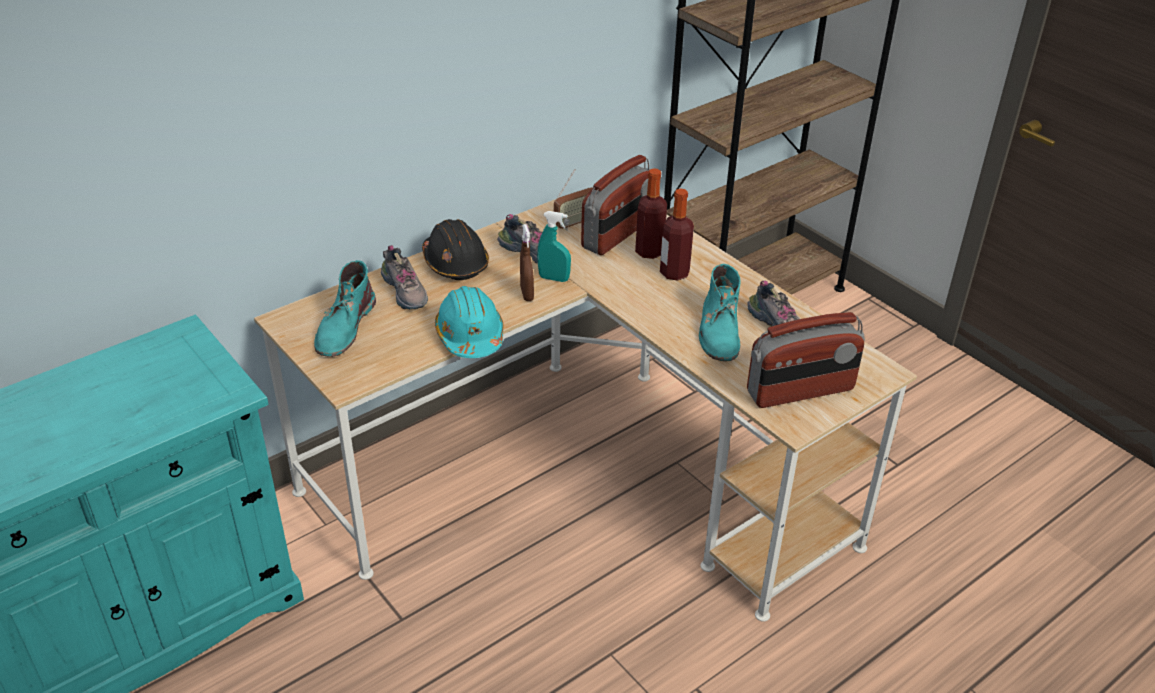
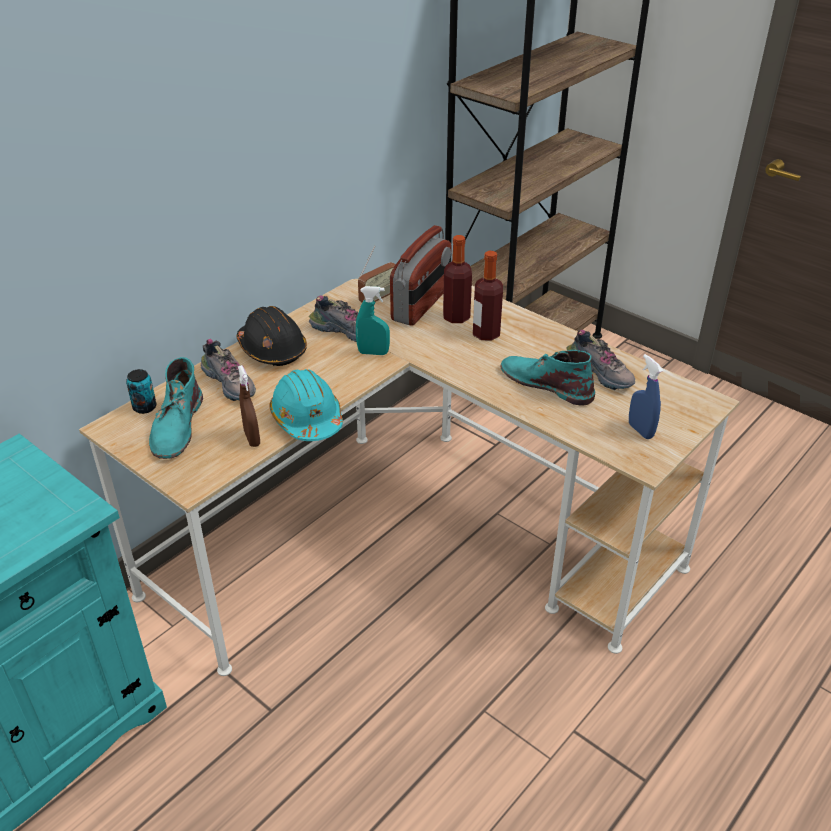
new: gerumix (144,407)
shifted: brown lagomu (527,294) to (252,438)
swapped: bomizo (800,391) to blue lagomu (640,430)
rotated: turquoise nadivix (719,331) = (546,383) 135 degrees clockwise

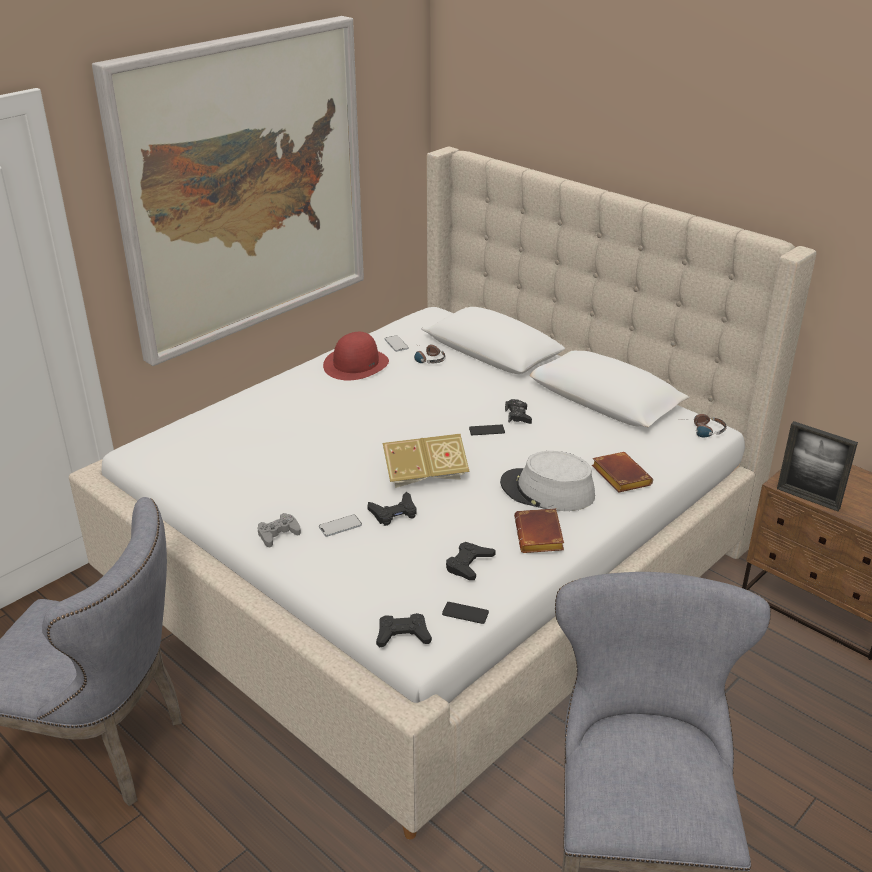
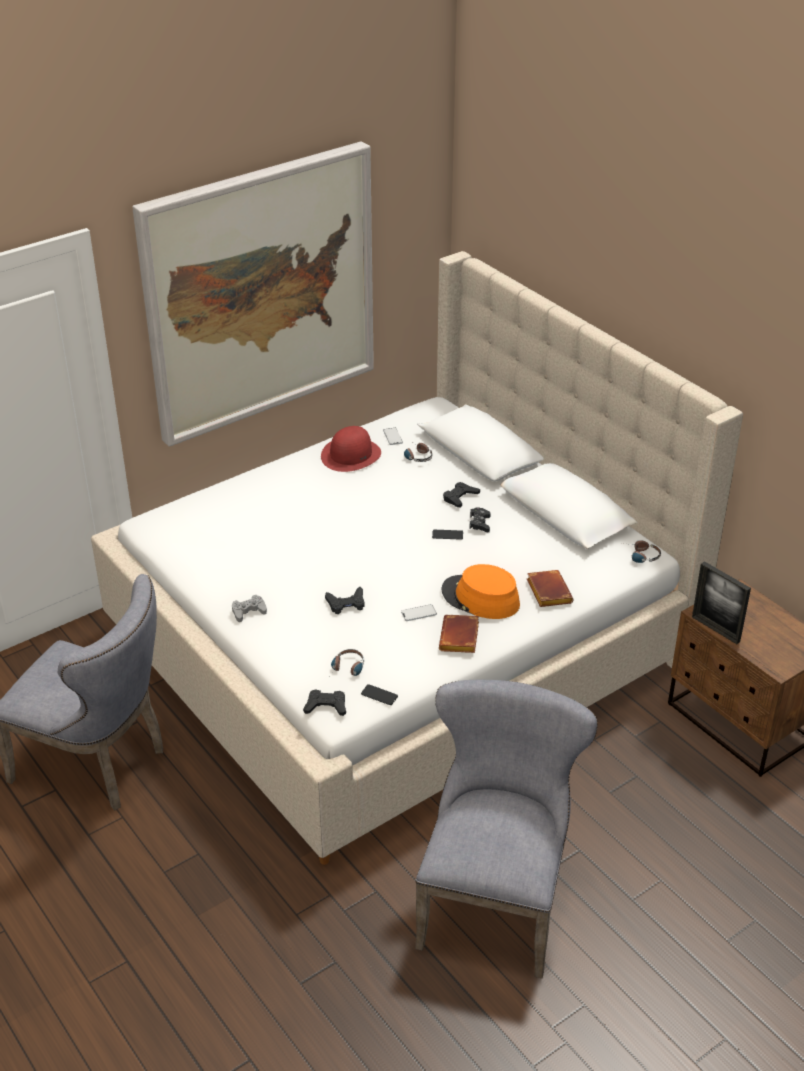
gone: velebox (425,475)
new: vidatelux (347,670)
shifted: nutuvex (340,526) to (418,613); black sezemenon (469,564) to (460,497)
repainted: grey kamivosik (547,491) to orange kamivosik (480,598)

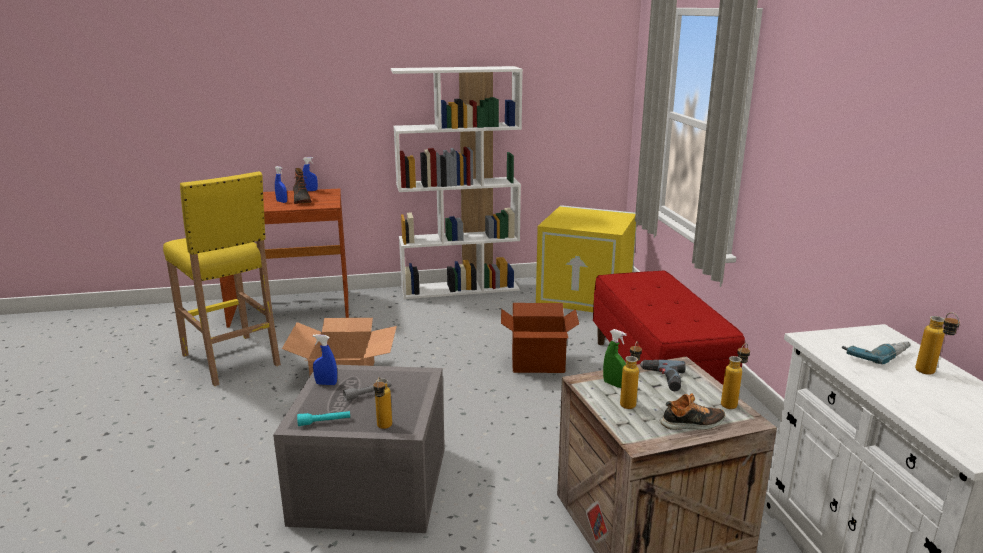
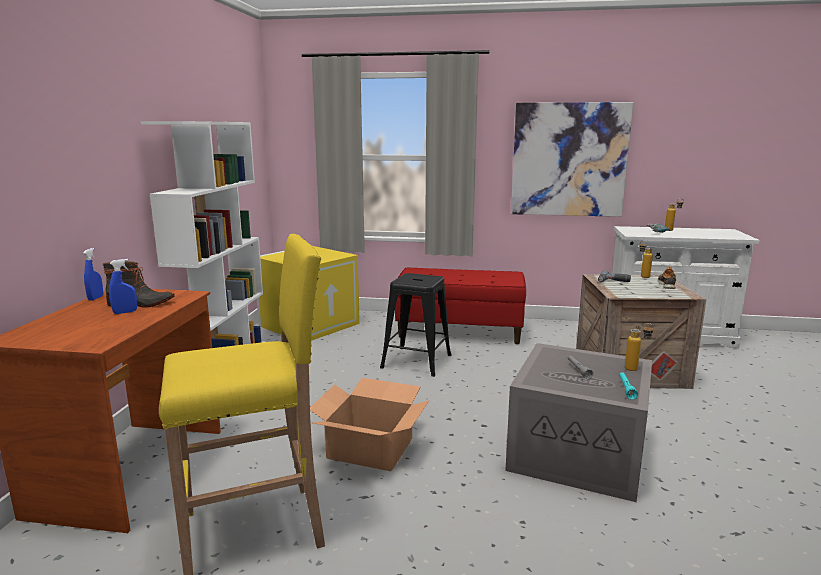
gone: blue lagomu (326,383); green lagomu (613,384); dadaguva (629,402)
new: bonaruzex (569,160)
swapped: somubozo (538,364) to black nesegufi (416,361)

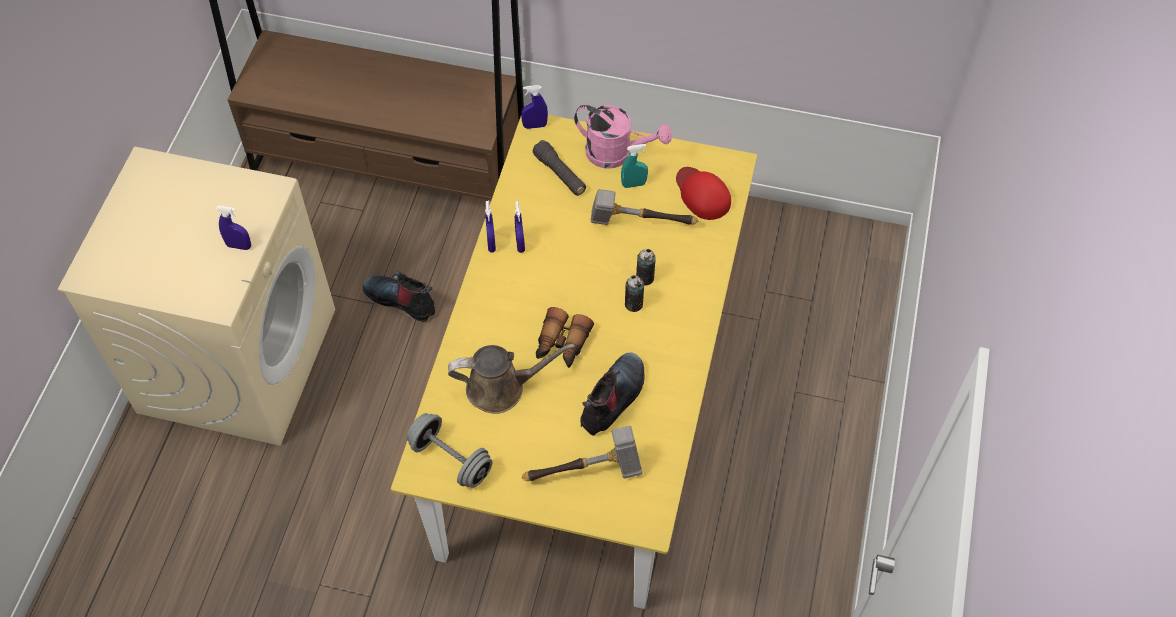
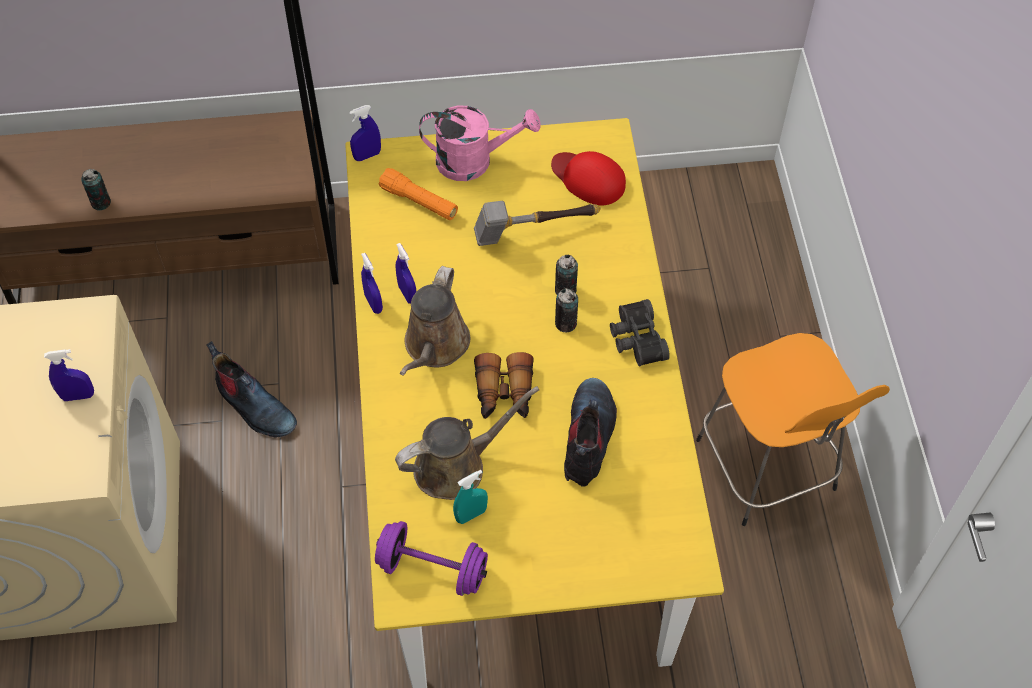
gone: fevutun (586,473)
new: gerumix (101,203); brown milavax (435,346); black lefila (635,339); orange nesegufi (768,469)
shifted: turquoise lagomu (634,184) to (471,514)
repainted: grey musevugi (451,459) to purple musevugi (432,568); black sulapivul (560,174) to orange sulapivul (419,202)
rotated: nadivix (401,300) = (254,407) 150 degrees counterclockwise

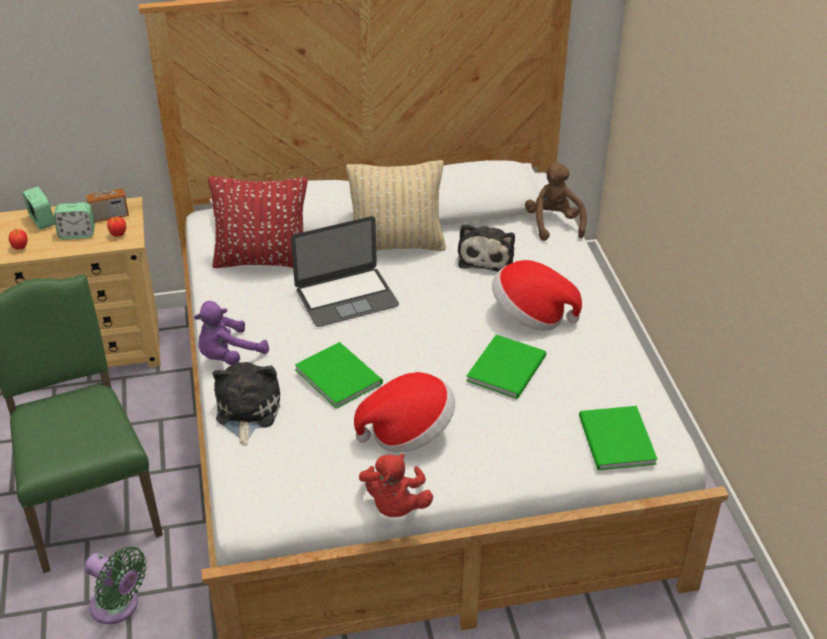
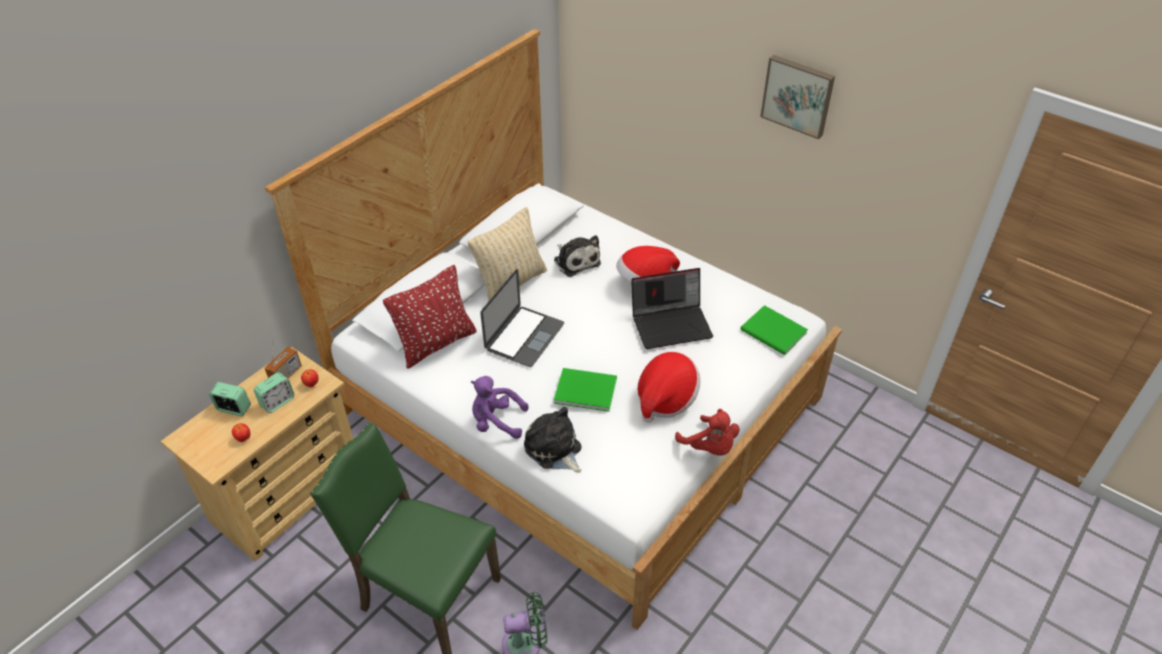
gone: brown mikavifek (553,224)
new: bonaruzex (798,95)
swapped: green velebox (509,367) to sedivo (671,324)
rotated: purple mikavifek (228,356) = (496,421) 90 degrees clockwise

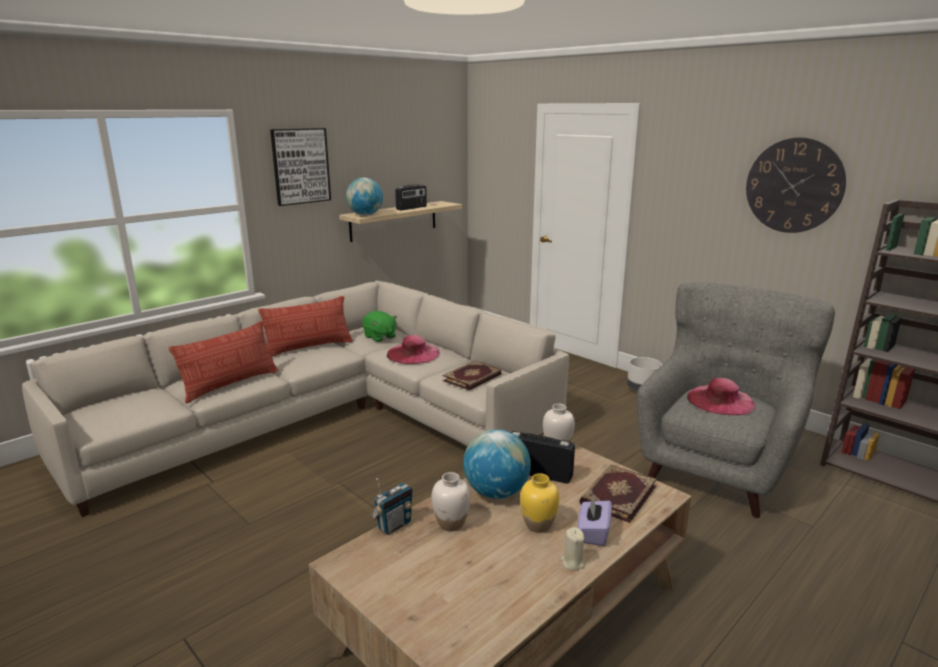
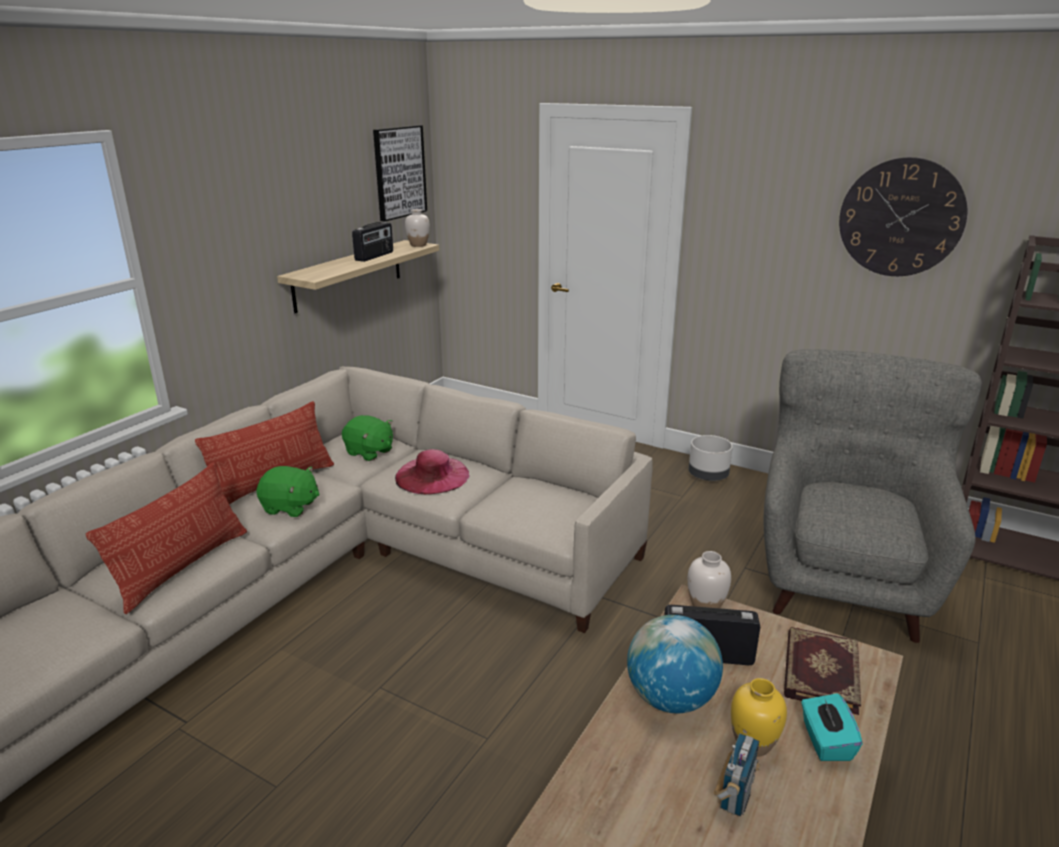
gone: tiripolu (365,215); velebox (473,378); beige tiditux (572,563); pink kamivosik (720,400)
new: green mikavifek (290,507)
shifted: bonaruzex (300,166) to (399,172); bomizo (394,525) to (734,796); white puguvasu (451,524) to (418,245)
repainted: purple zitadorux (593,533) to turquoise zitadorux (825,741)

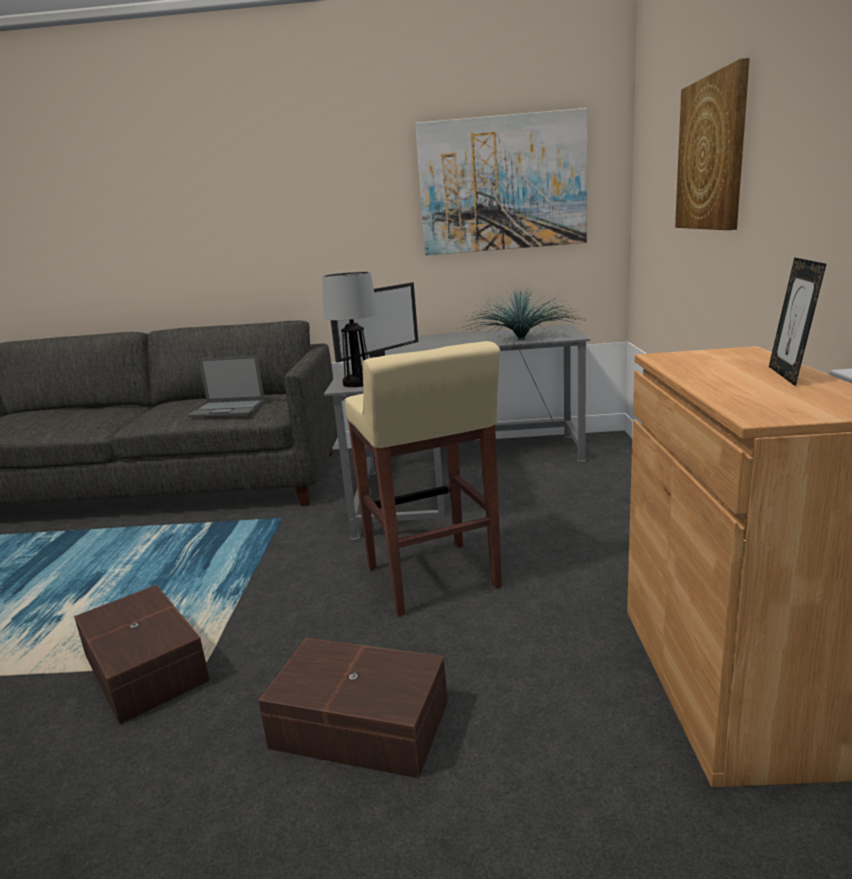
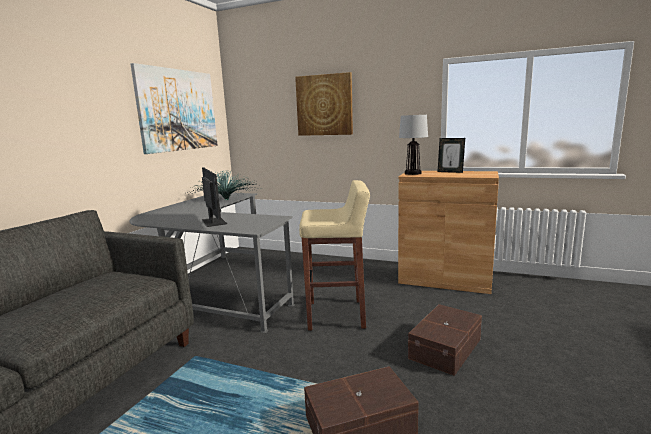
gone: sedivo (228,409)
shifted: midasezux (359,383) to (413,173)

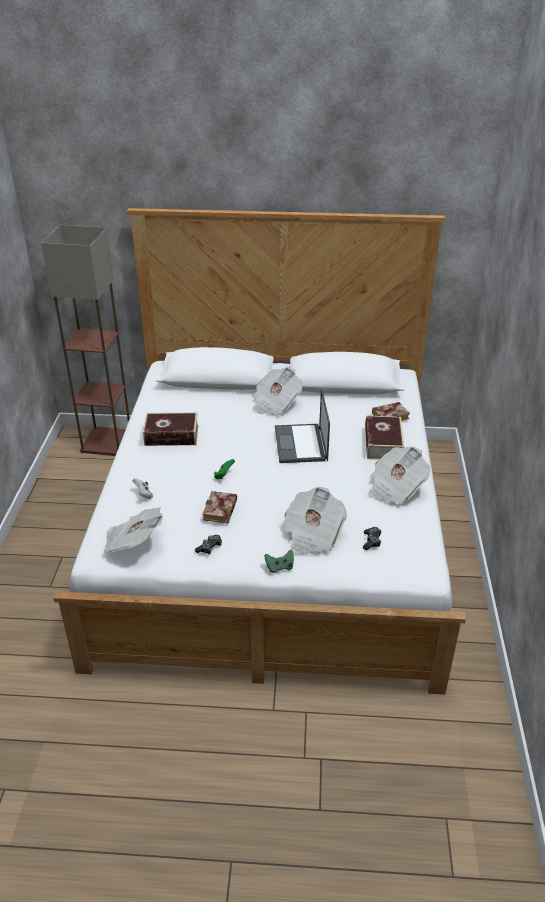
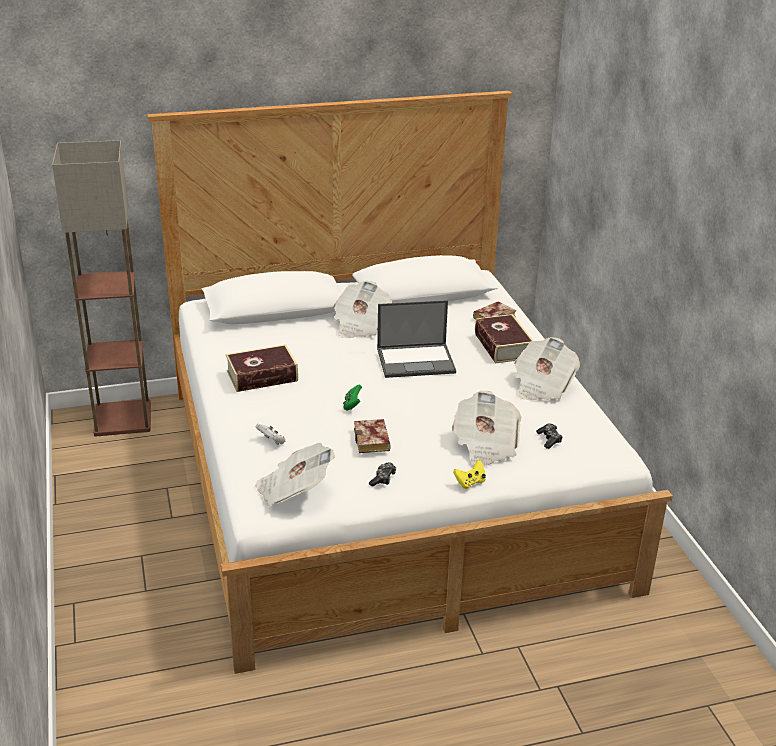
repainted: green sezemenon (279,567) to yellow sezemenon (470,482)
rotated: sedivo (301,444) = (417,360) 75 degrees counterclockwise

